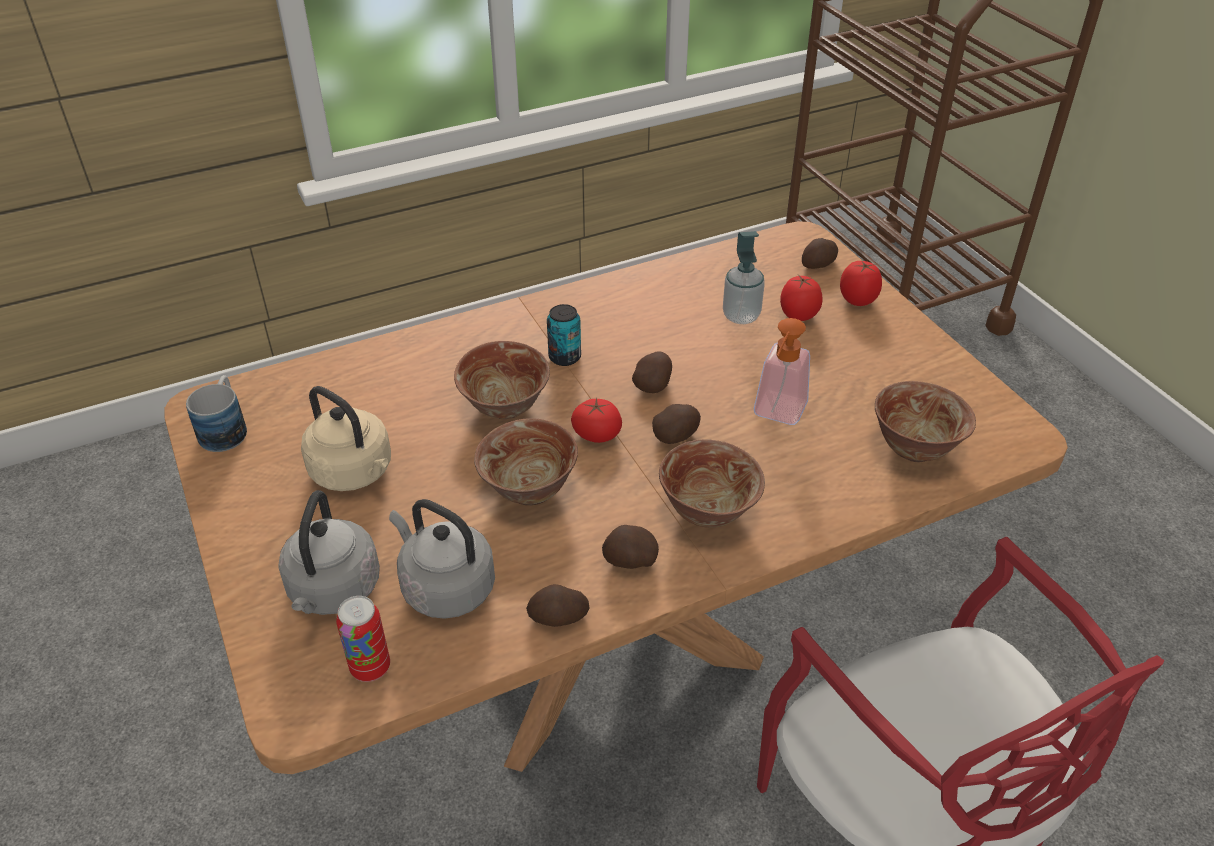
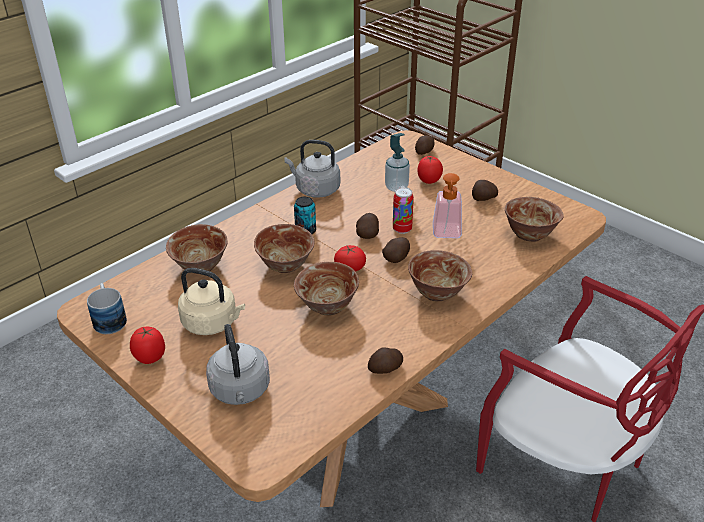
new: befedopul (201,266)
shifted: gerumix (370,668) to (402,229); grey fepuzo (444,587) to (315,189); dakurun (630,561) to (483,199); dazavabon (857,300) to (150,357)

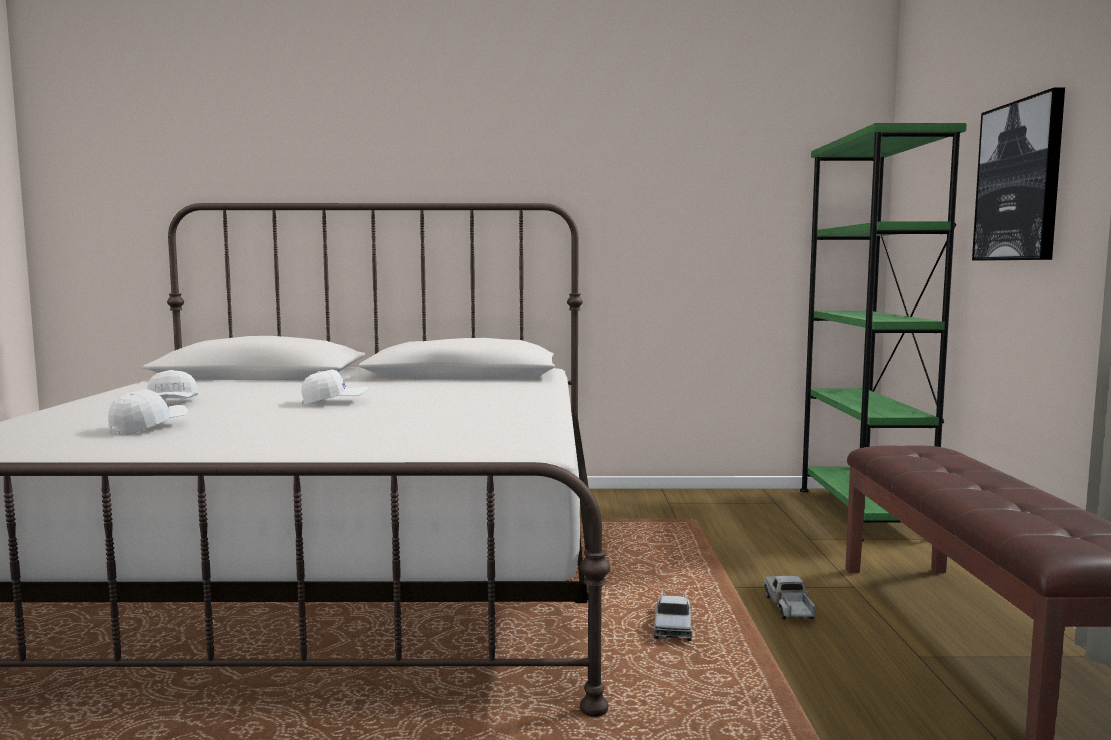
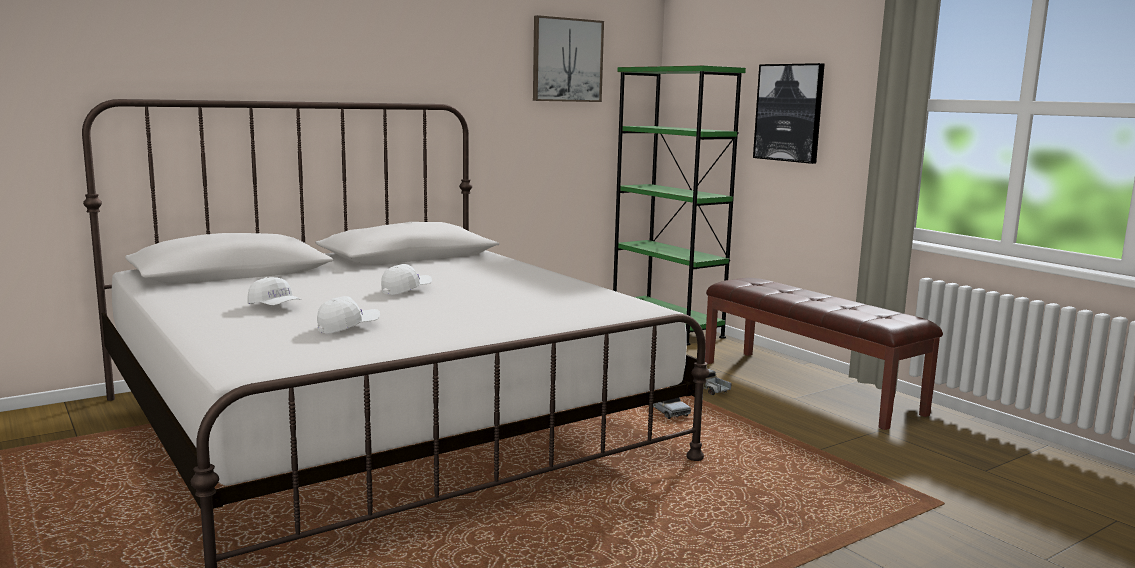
new: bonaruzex (567,60)
rotated: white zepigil (149,427) = (348,327) 60 degrees clockwise

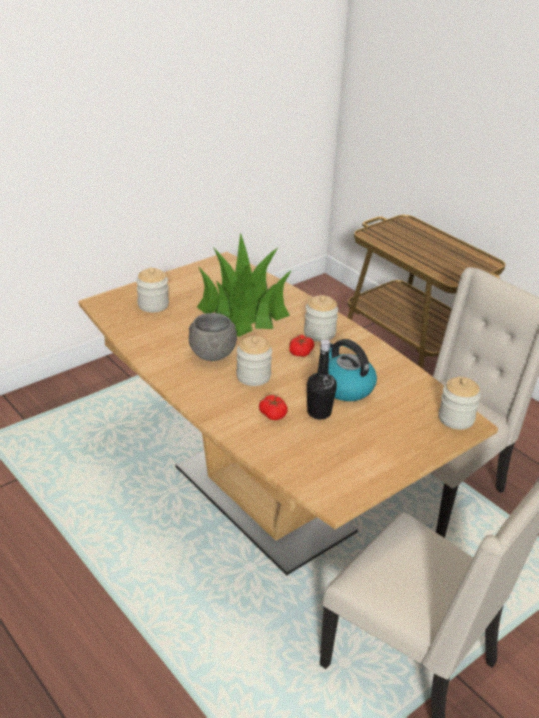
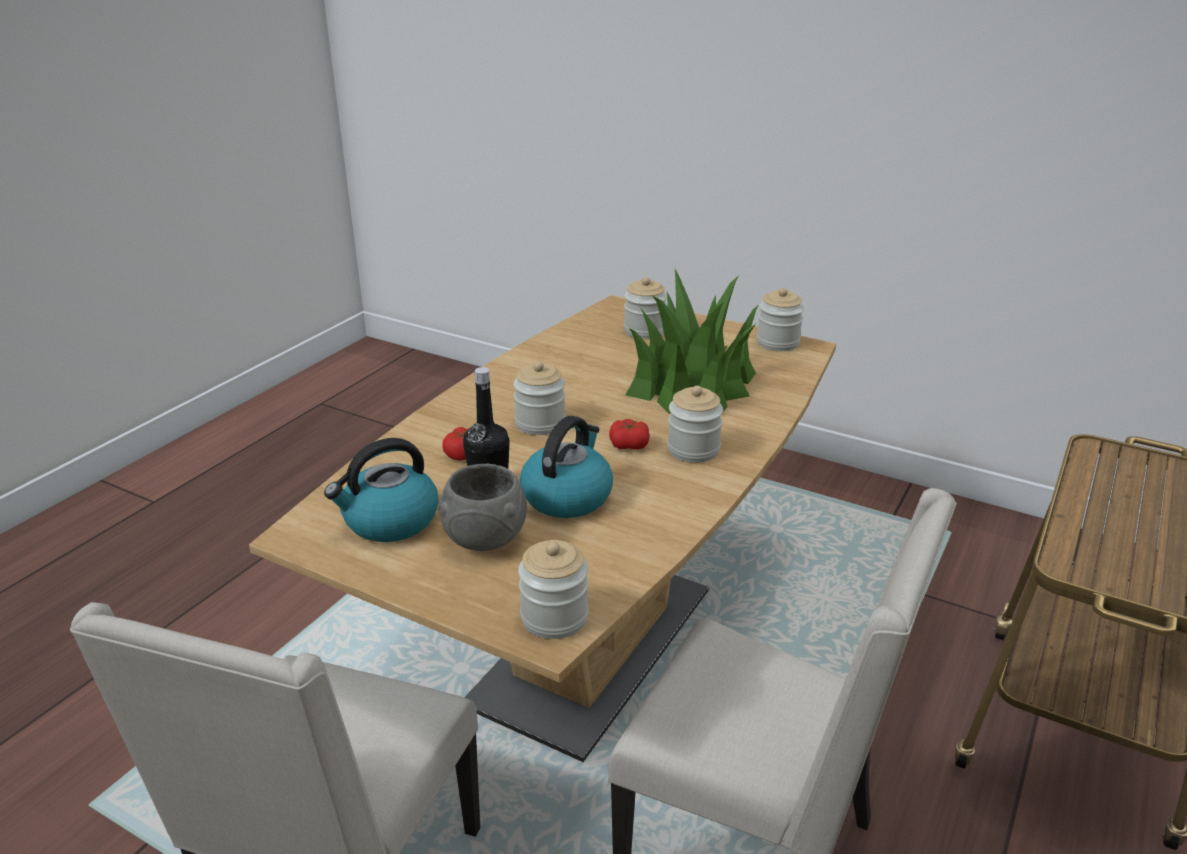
new: fepuzo (390,521); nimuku (777,343)
shifted: grey befedopul (211,355) to (486,539)

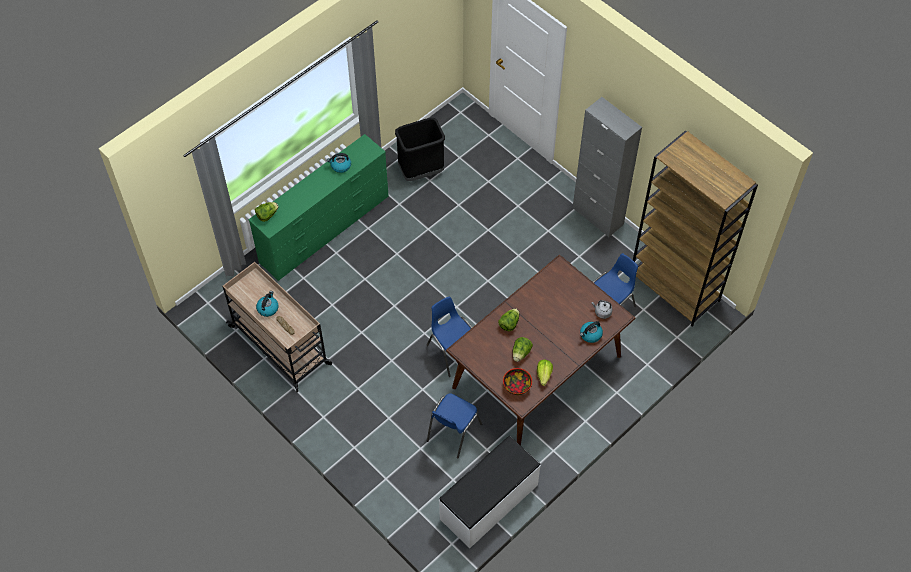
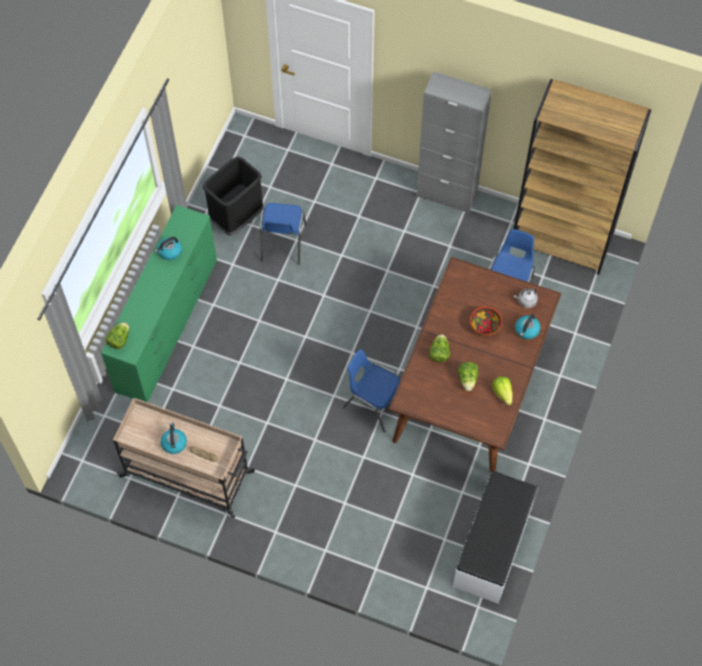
shifted: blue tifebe (453,432) to (282,243); befedopul (516,386) to (484,326)

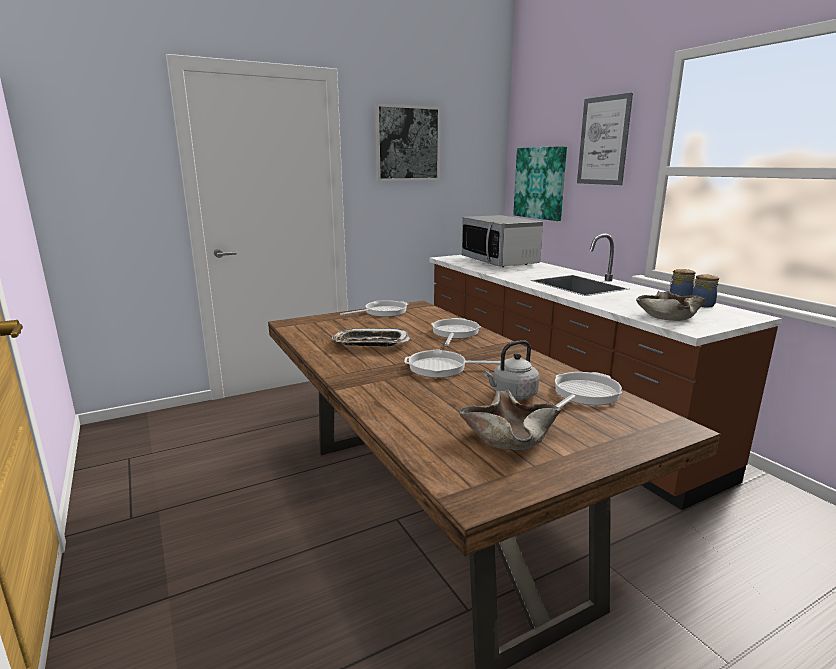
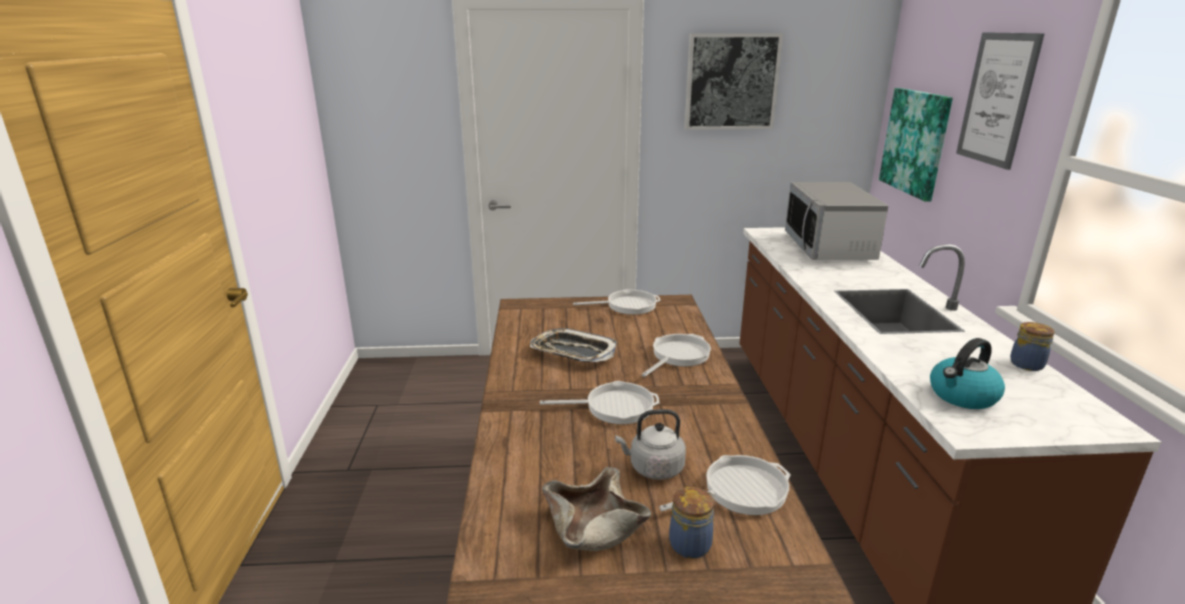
shifted: nimuku (702,304) to (691,544)
swapped: beige befedopul (668,315) to fepuzo (962,396)
rotated: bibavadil (442,368) = (614,407) 150 degrees clockwise

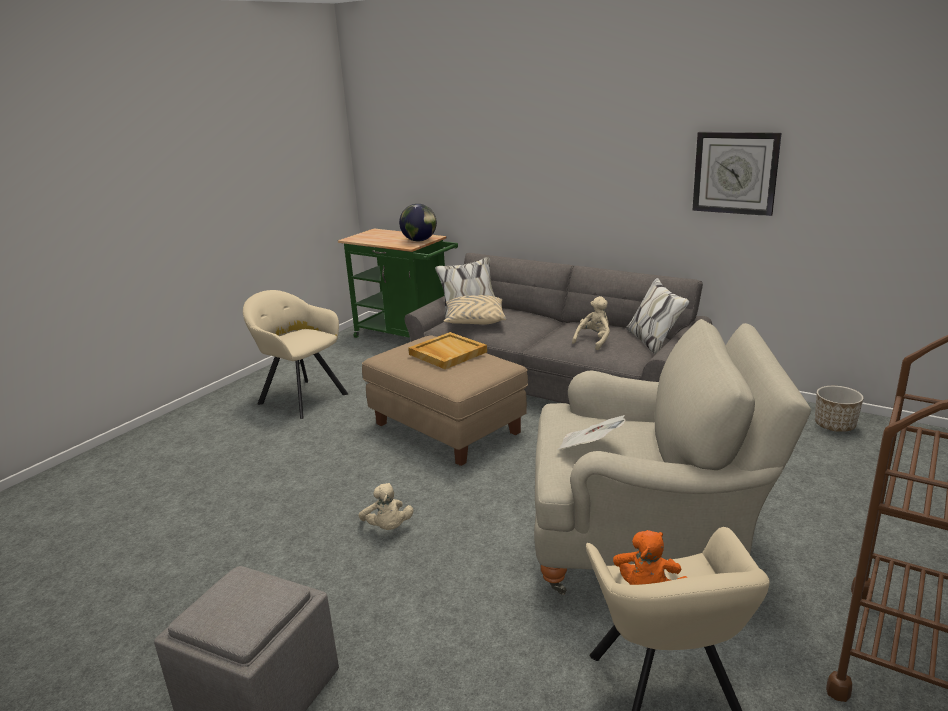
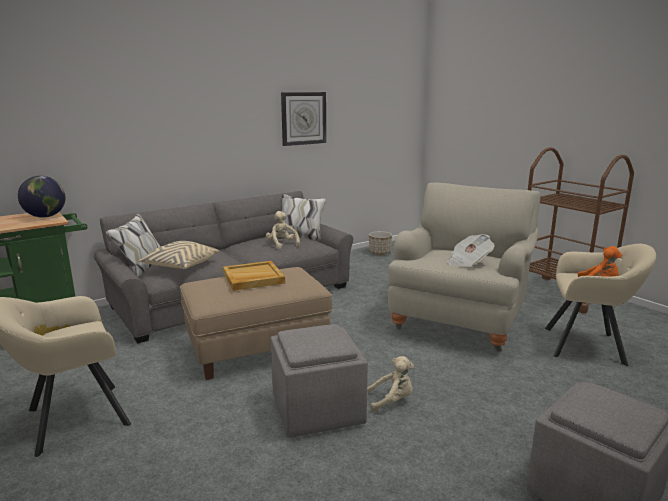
new: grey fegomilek (316,410)

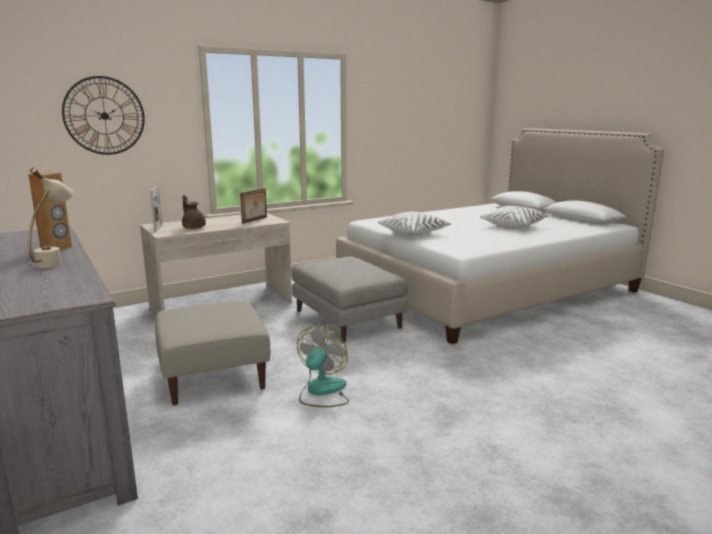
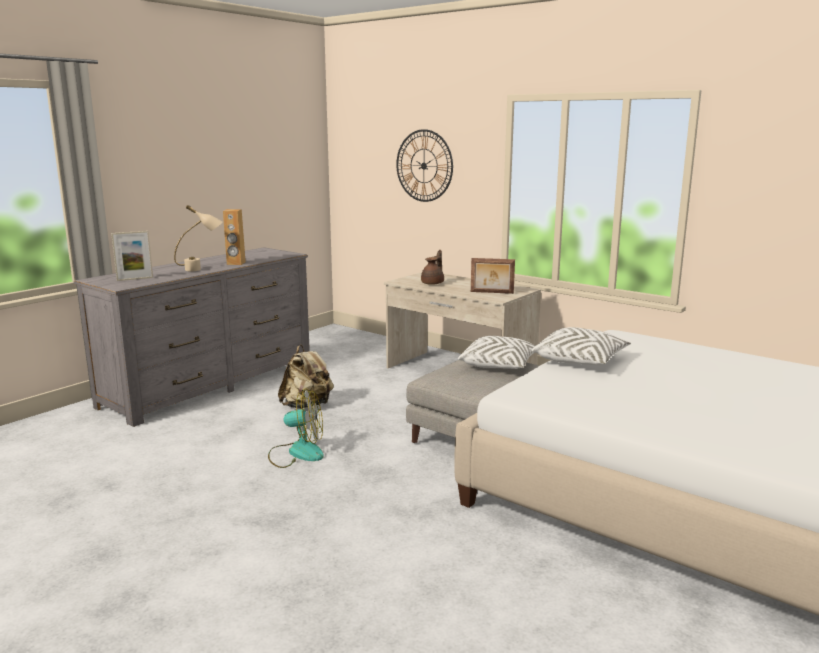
shifted: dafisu (158,228) to (135,279); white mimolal (513,226) to (499,365)
swapped: beige fegomilek (212,375) to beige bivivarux (307,406)

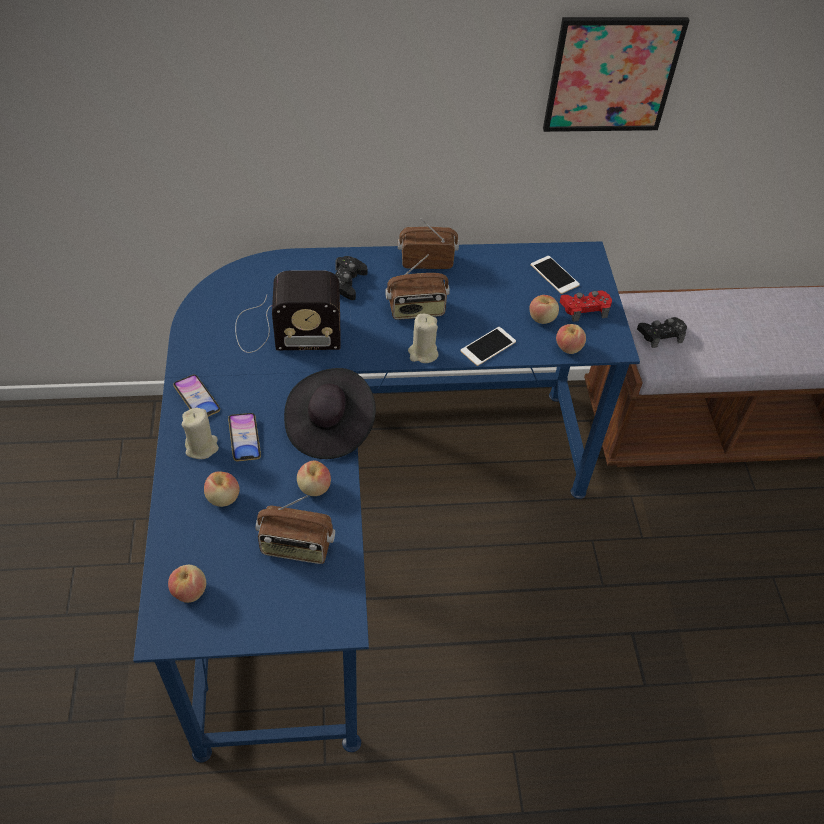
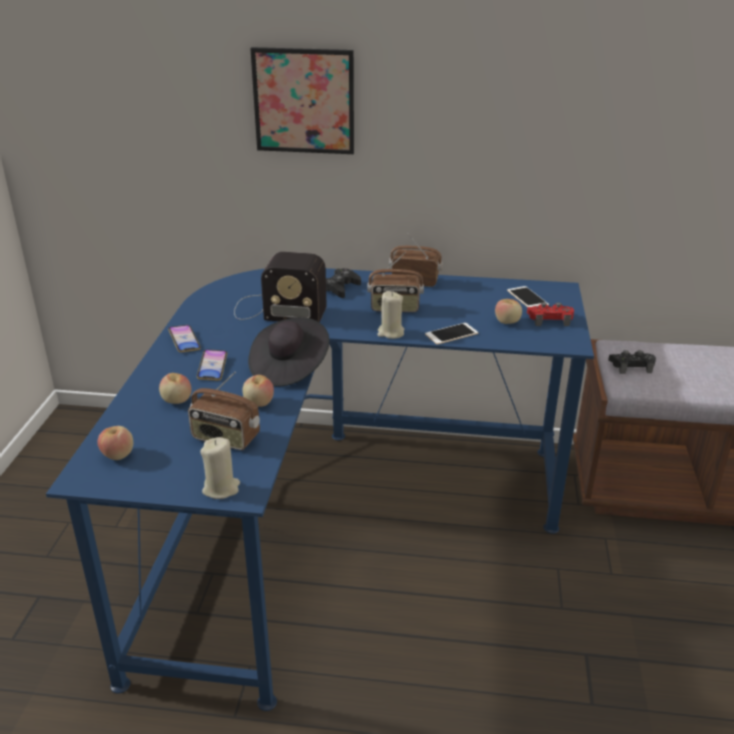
gone: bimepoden (568,347)
shifted: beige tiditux (202,447) to (221,488); bonaruzex (612,75) to (304,101)

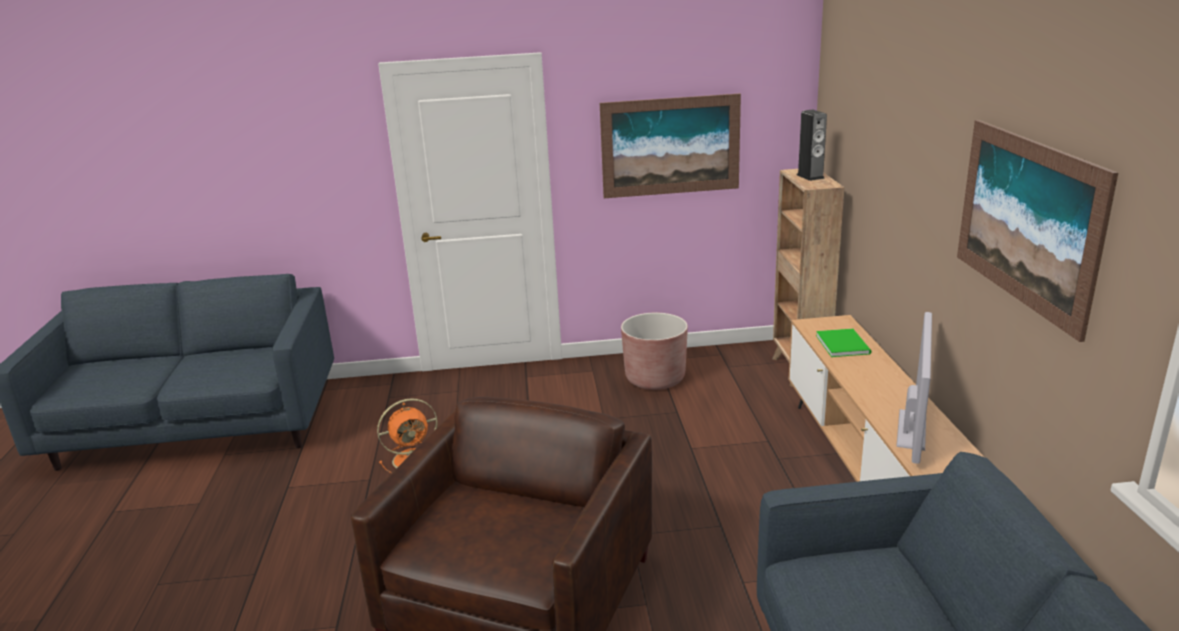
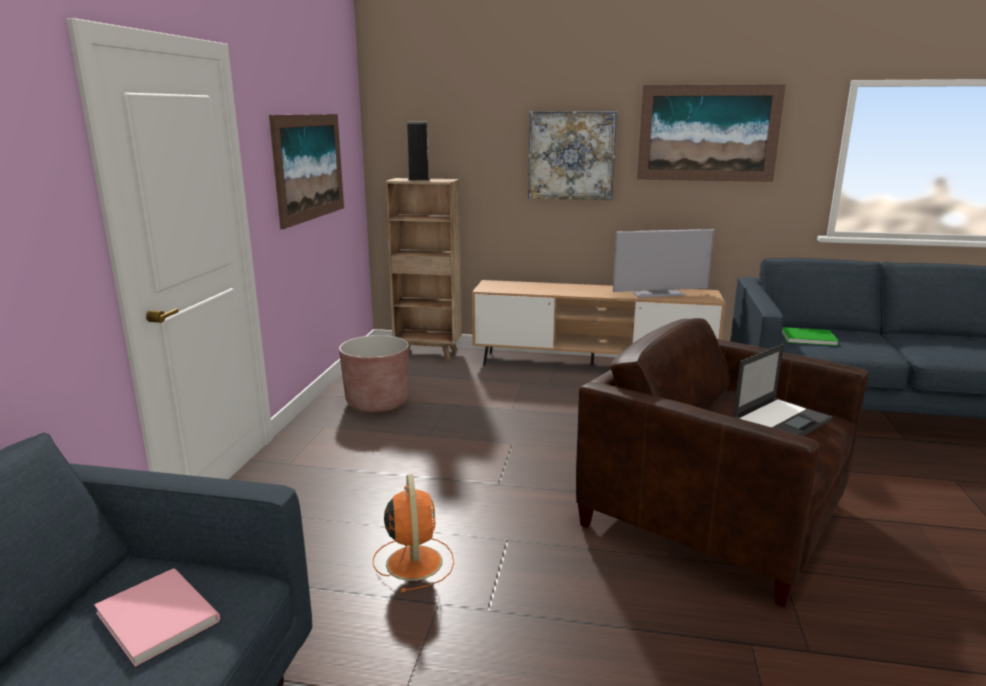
new: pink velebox (159,614); bonaruzex (571,155); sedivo (782,419)
shifted: green velebox (843,344) to (806,337)
rotated: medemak (911,429) = (659,294) 135 degrees clockwise

